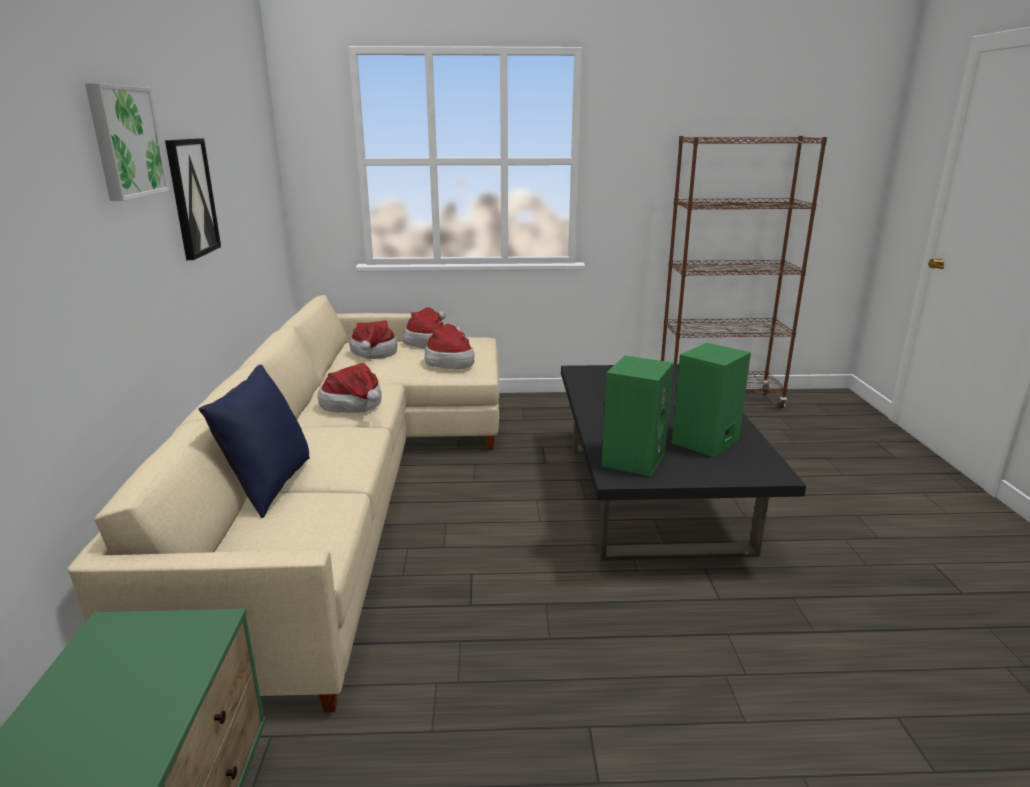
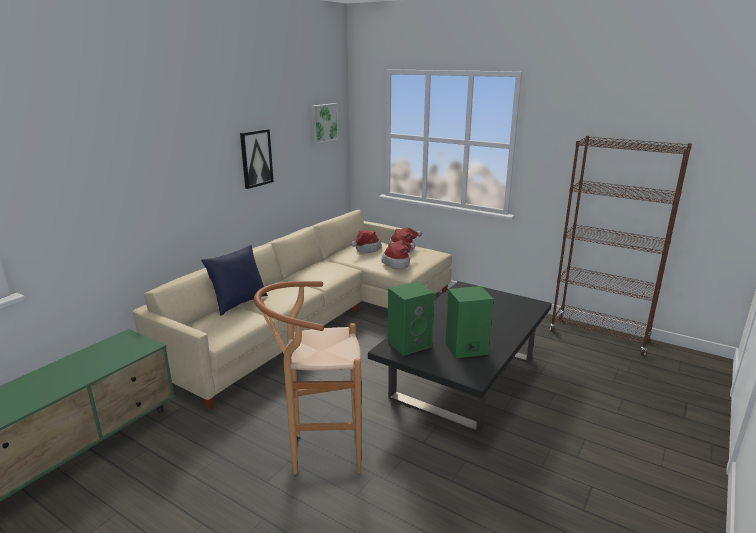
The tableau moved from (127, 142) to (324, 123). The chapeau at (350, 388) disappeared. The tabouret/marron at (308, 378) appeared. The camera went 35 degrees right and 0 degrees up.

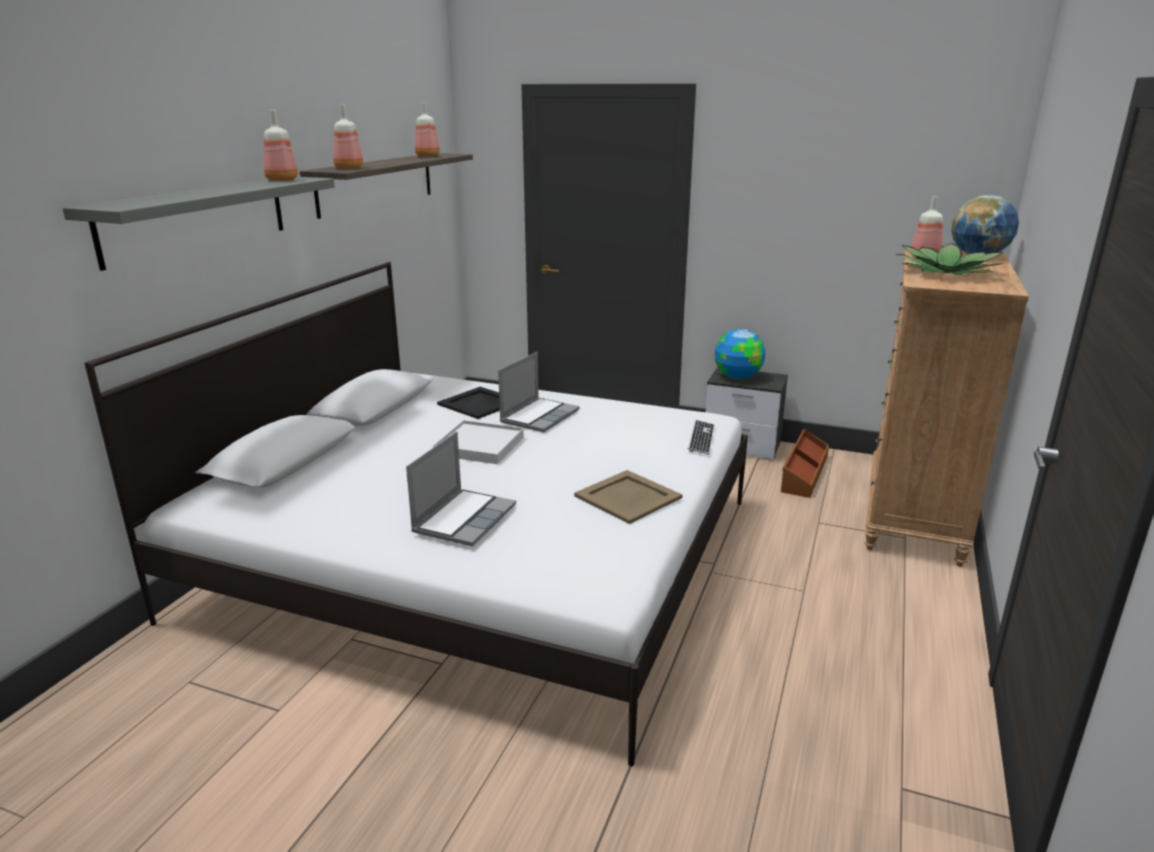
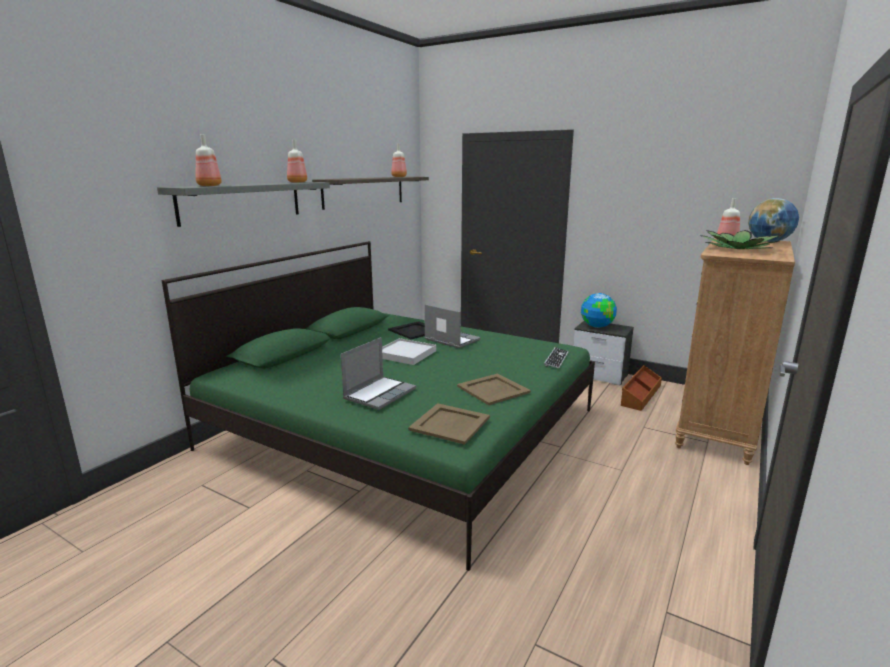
The lit/blanc at (416, 514) became the lit/vert at (378, 406). The bouteille moved from (348, 137) to (209, 160). The ordinateur portable at (538, 392) turned 90 degrees counterclockwise. The plateau/beige at (449, 424) appeared. The camera went 10 degrees right and 5 degrees down.

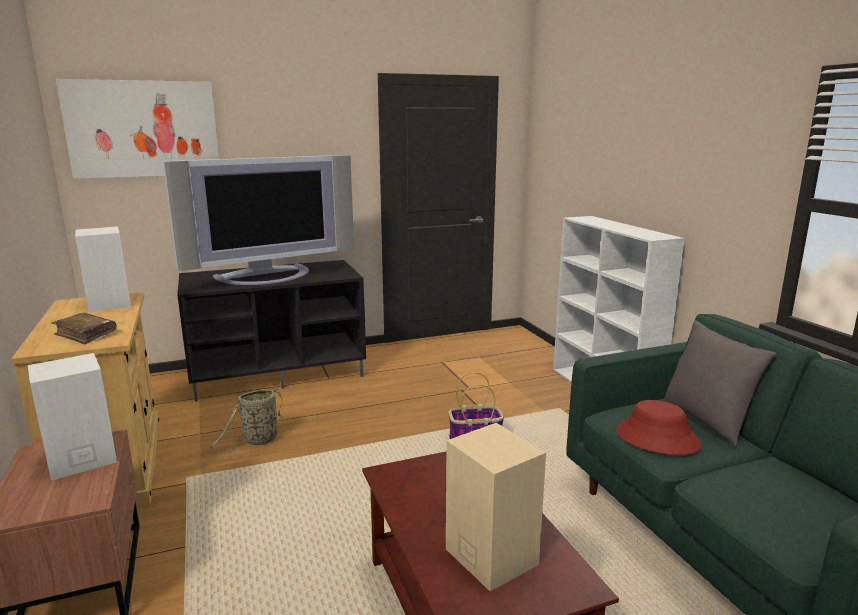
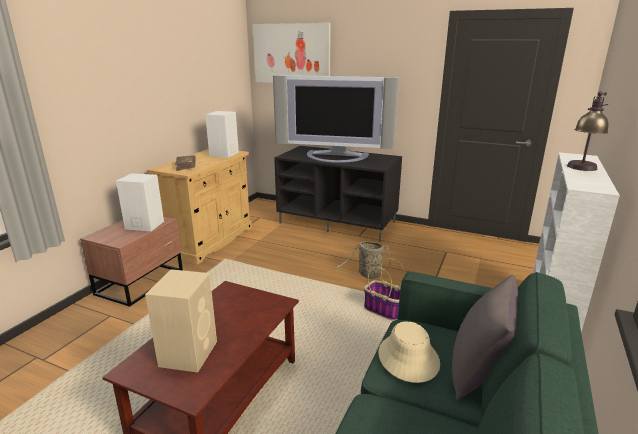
The panier moved from (251, 421) to (365, 260). The chapeau/rouge at (659, 427) became the chapeau/beige at (409, 352). The lampe de table at (587, 131) appeared. The camera went 45 degrees right and 5 degrees up.

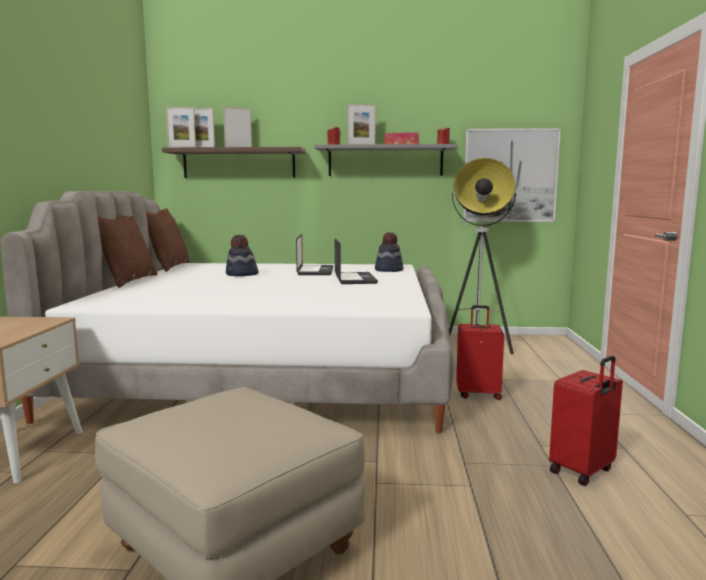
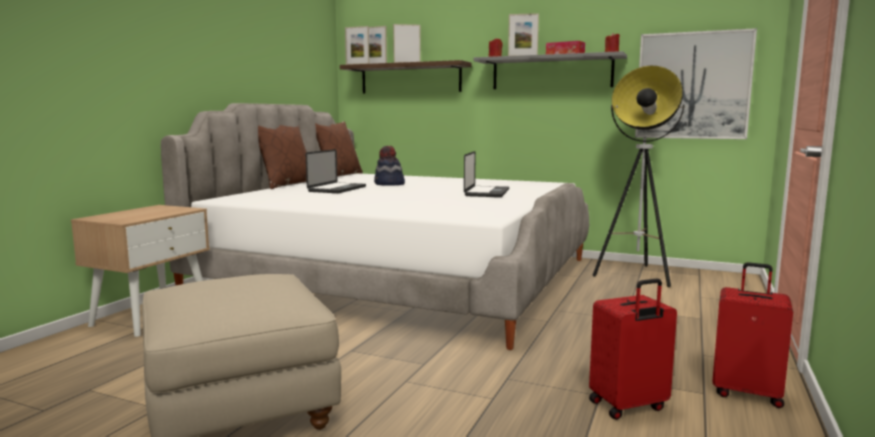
The ordinateur portable moved from (314, 254) to (336, 171). The chapeau at (389, 252) disappeared. The valise/rouge moved from (480, 352) to (752, 335). The camera went 20 degrees right and 0 degrees up.

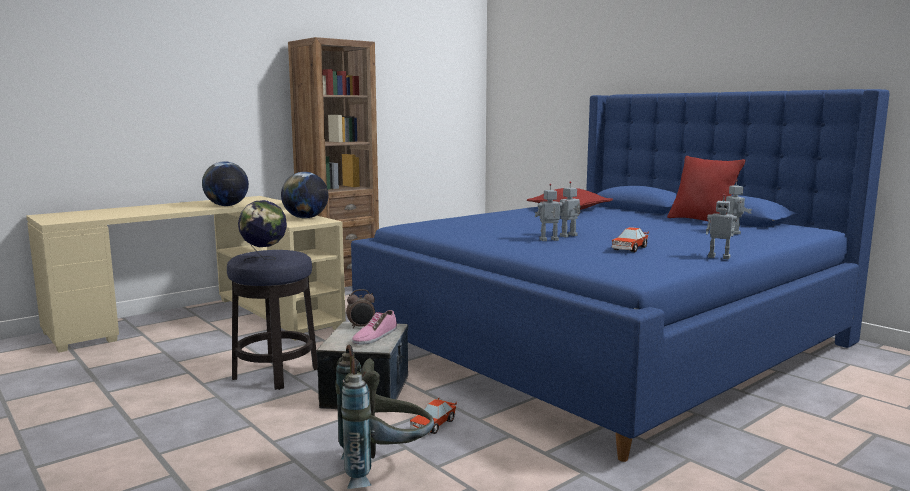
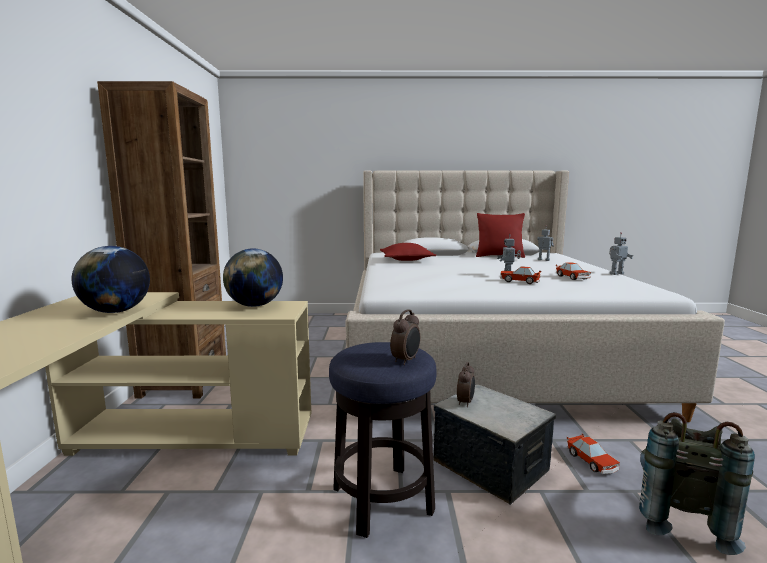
The globe at (262, 230) was replaced by the réveil at (405, 337). The lit/bleu at (620, 275) became the lit/beige at (535, 296). The chaussure at (374, 327) disappeared. The robot jouet at (548, 212) was replaced by the petite voiture at (520, 275). The camera went 50 degrees left and 0 degrees up.

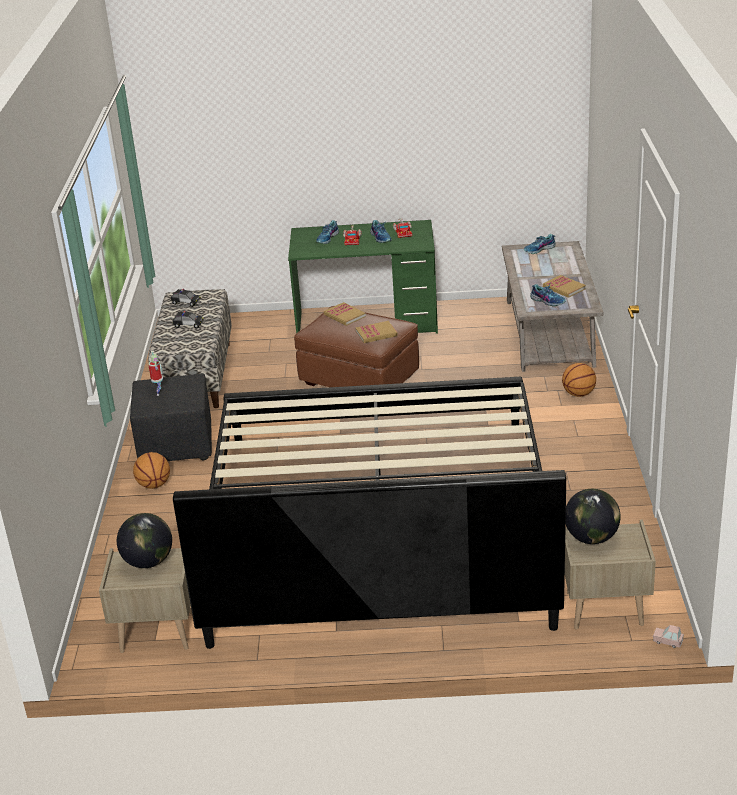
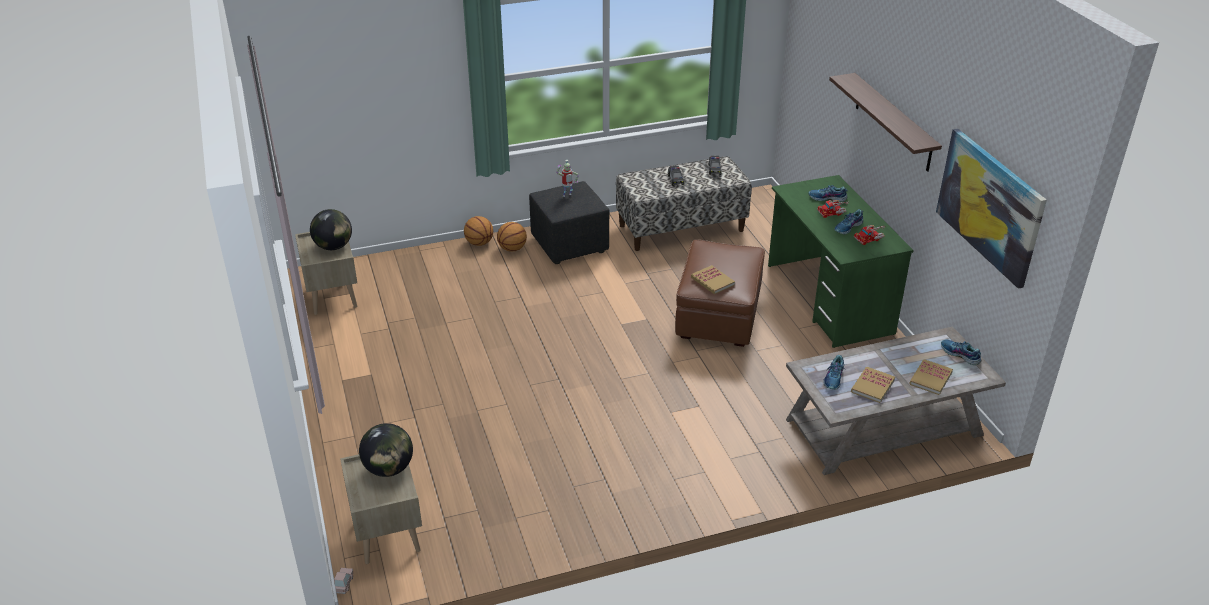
The lit at (369, 513) disappeared. The livre moved from (345, 314) to (931, 377). The ballon de basket moved from (579, 380) to (478, 231). The étagère at (885, 122) appeared. The tableau at (991, 208) appeared. The camera went 70 degrees right and 5 degrees up.

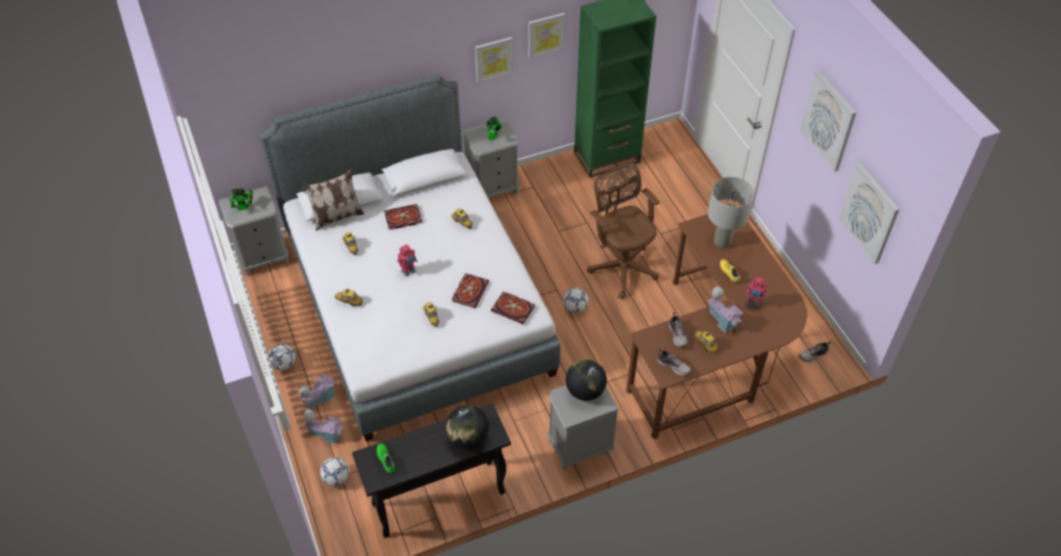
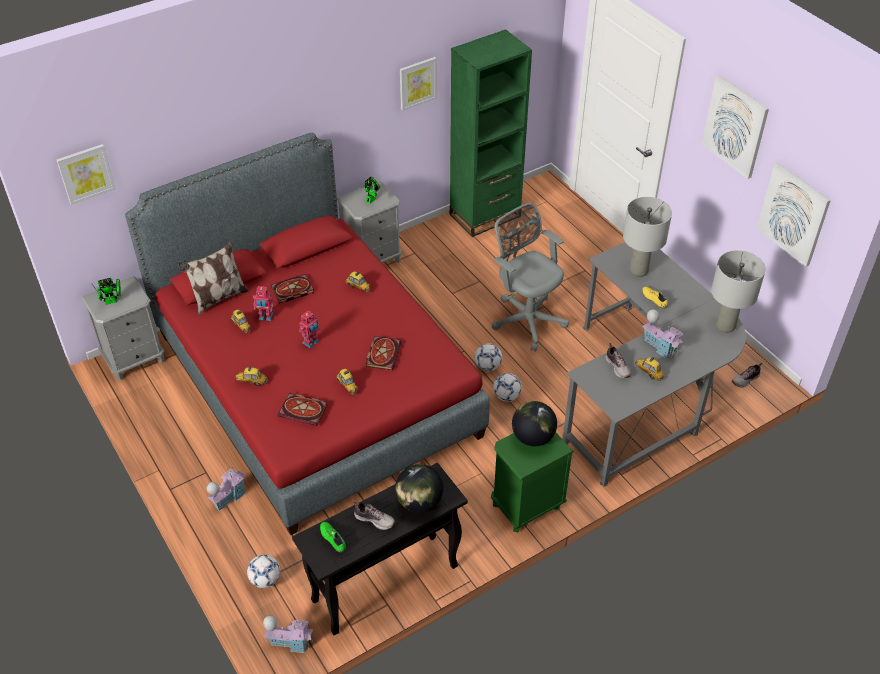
The lit/gris at (410, 258) became the lit/rouge at (307, 334). The ballon de foot moved from (282, 357) to (507, 387). The maison miniature moved from (324, 427) to (288, 634). The tableau moved from (494, 60) to (86, 174). The livre moved from (513, 307) to (303, 409). The table de chevet/gris at (583, 427) became the table de chevet/vert at (532, 483). The chaise de bureau/marron at (623, 231) became the chaise de bureau/gris at (530, 277). The bureau/marron at (716, 322) became the bureau/gris at (654, 364). The chaussure moved from (674, 362) to (374, 515). The robot jouet moved from (756, 292) to (263, 303). The lampe de table/gris at (738, 291) appeared. The camera went 10 degrees left and 5 degrees down.

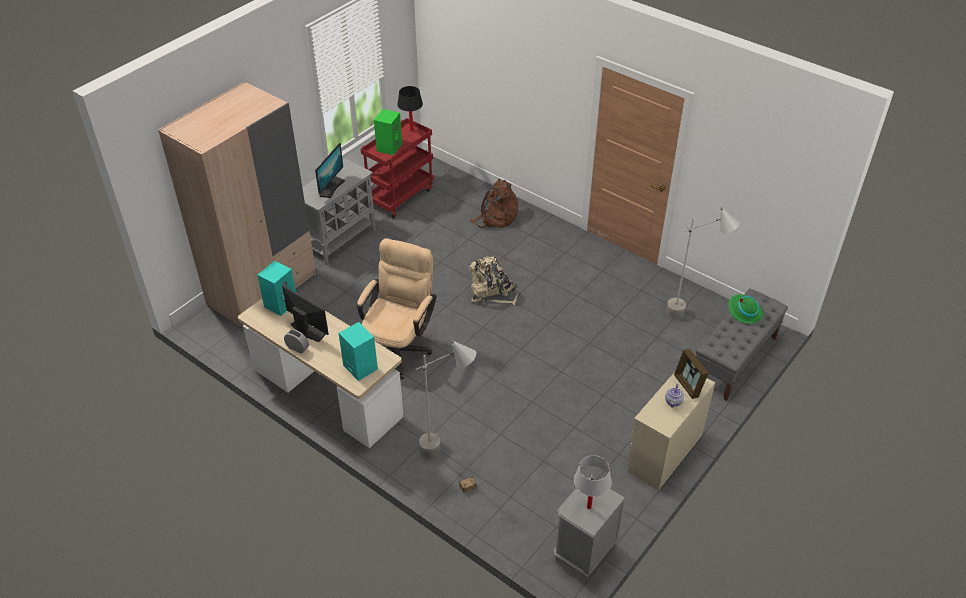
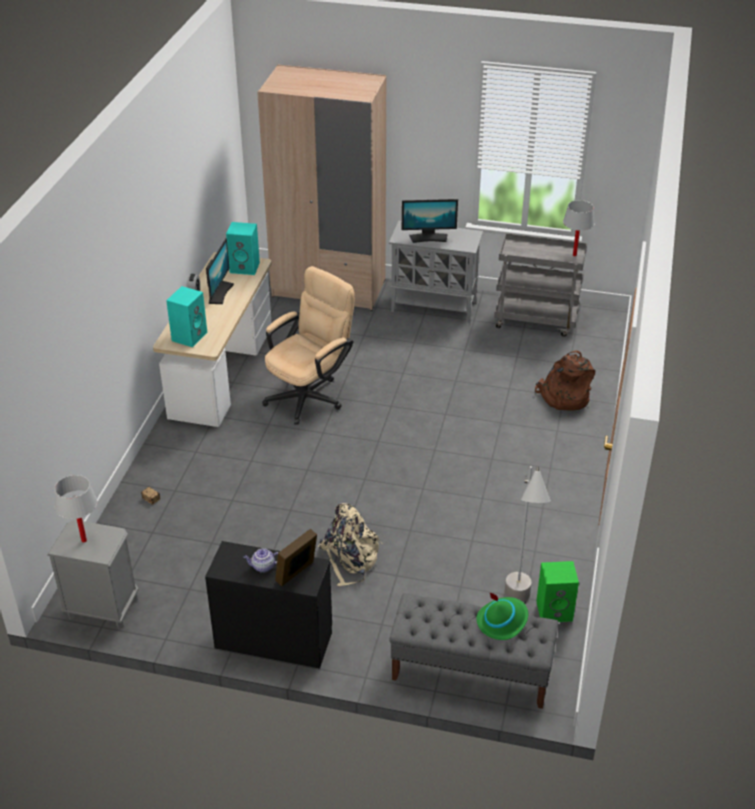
The chaise de bureau/beige at (397, 309) turned 45 degrees counterclockwise. The chariot/rouge at (397, 168) became the chariot/gris at (540, 285). The enceinte/vert moved from (388, 132) to (557, 591). The lampe de table/noir at (410, 108) became the lampe de table/blanc at (578, 228). The lampadaire/gris at (446, 399) disappeared. The sac à dos/beige moved from (493, 281) to (350, 544). The commode/beige at (670, 431) became the commode/noir at (268, 605). The camera went 65 degrees right and 5 degrees down.

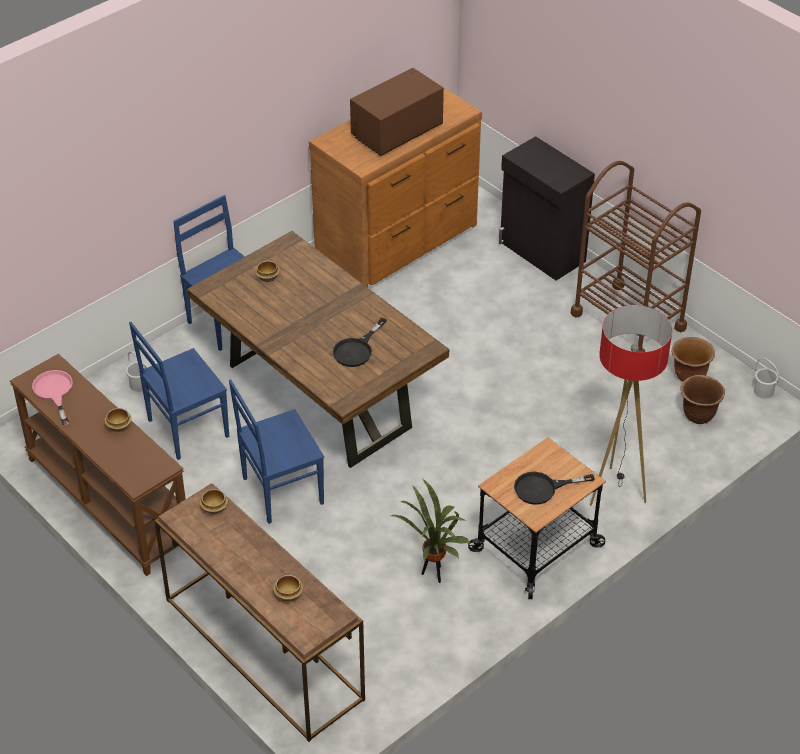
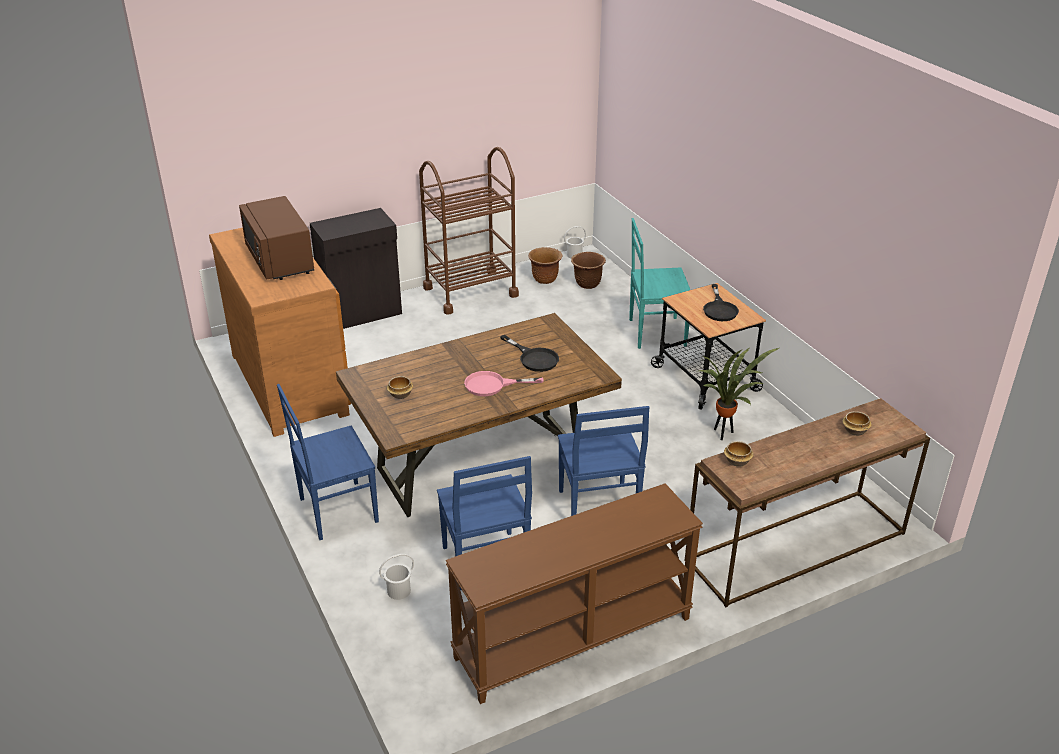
The poêle/rose moved from (52, 398) to (504, 383). The bol at (118, 420) disappeared. The lampadaire at (631, 405) was replaced by the chaise/turquoise at (659, 283). The camera went 75 degrees left and 10 degrees down.

